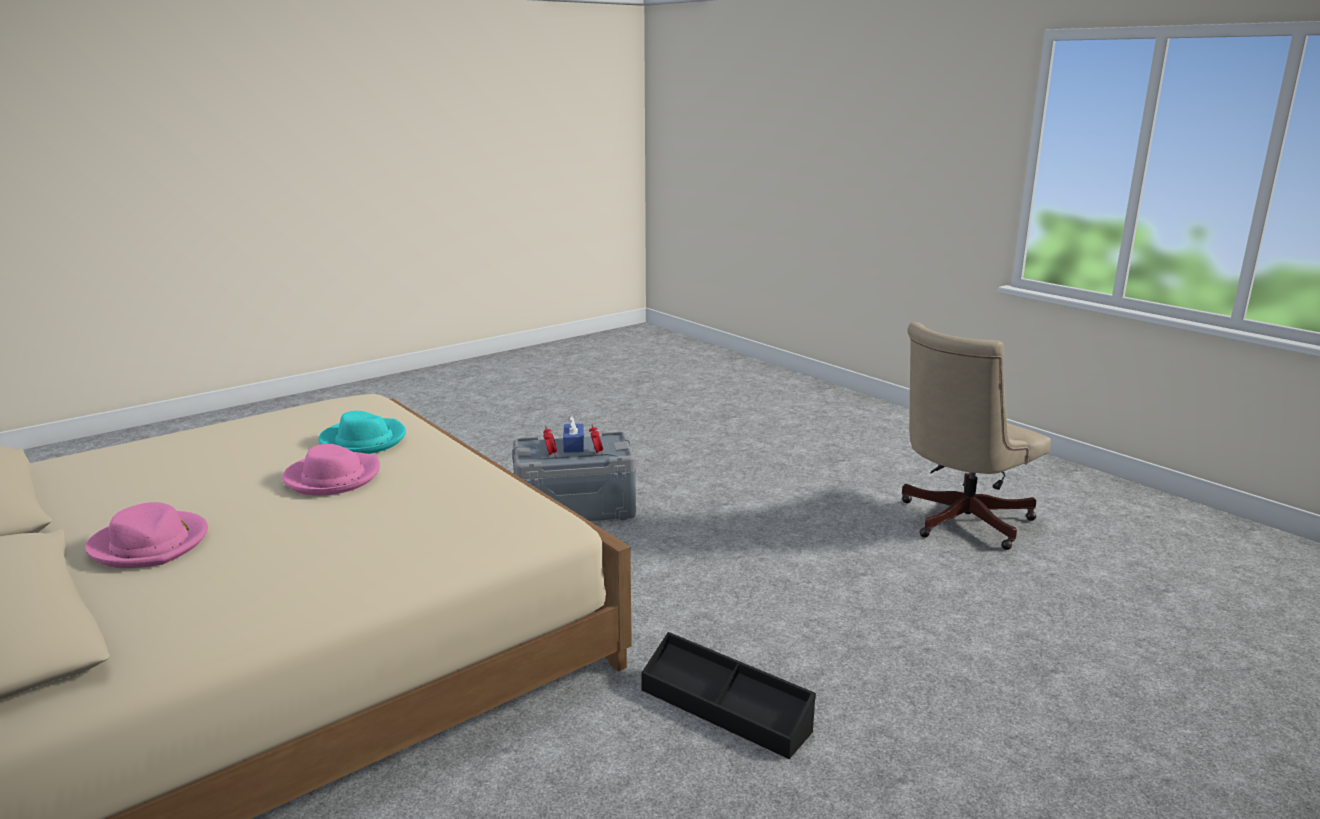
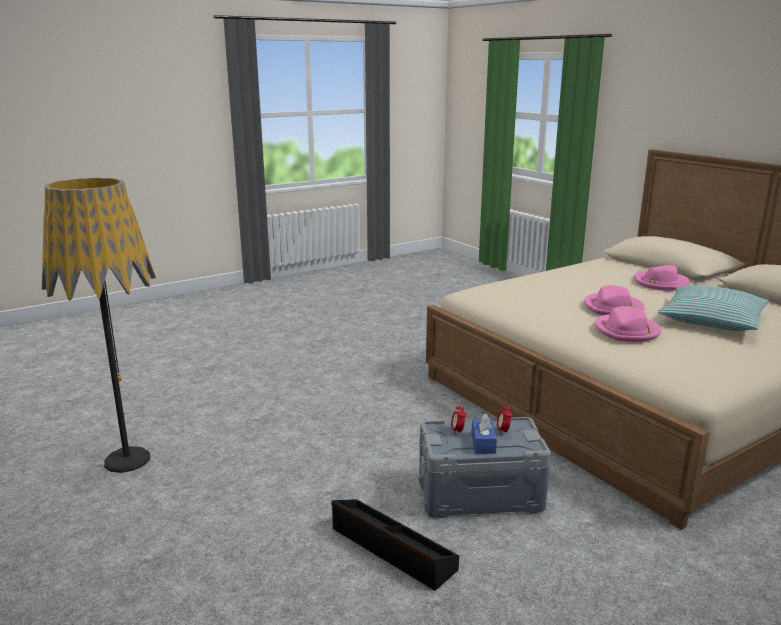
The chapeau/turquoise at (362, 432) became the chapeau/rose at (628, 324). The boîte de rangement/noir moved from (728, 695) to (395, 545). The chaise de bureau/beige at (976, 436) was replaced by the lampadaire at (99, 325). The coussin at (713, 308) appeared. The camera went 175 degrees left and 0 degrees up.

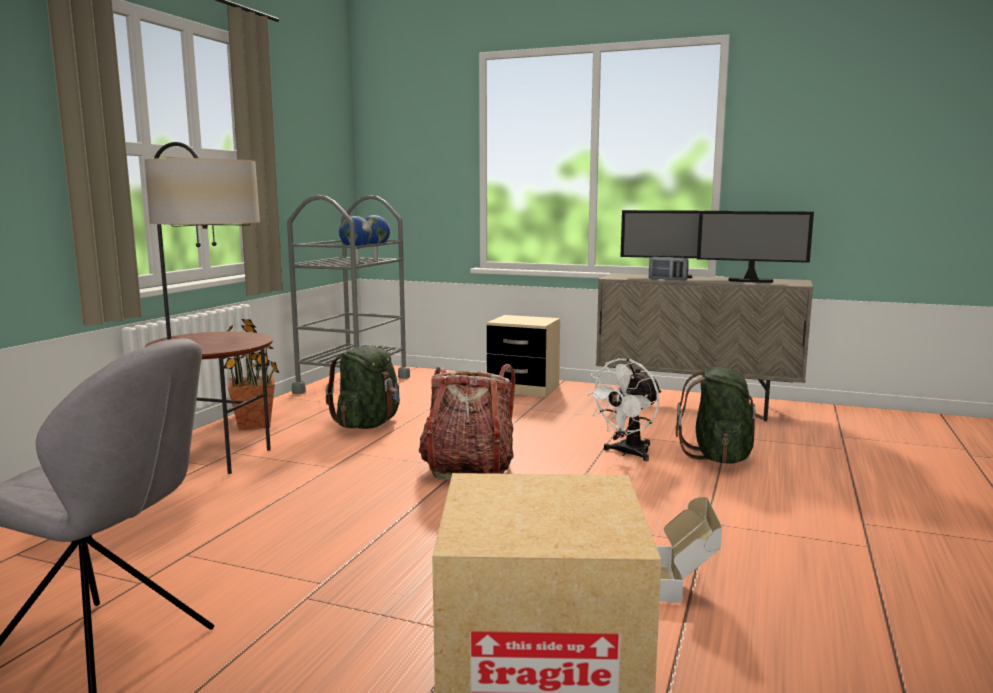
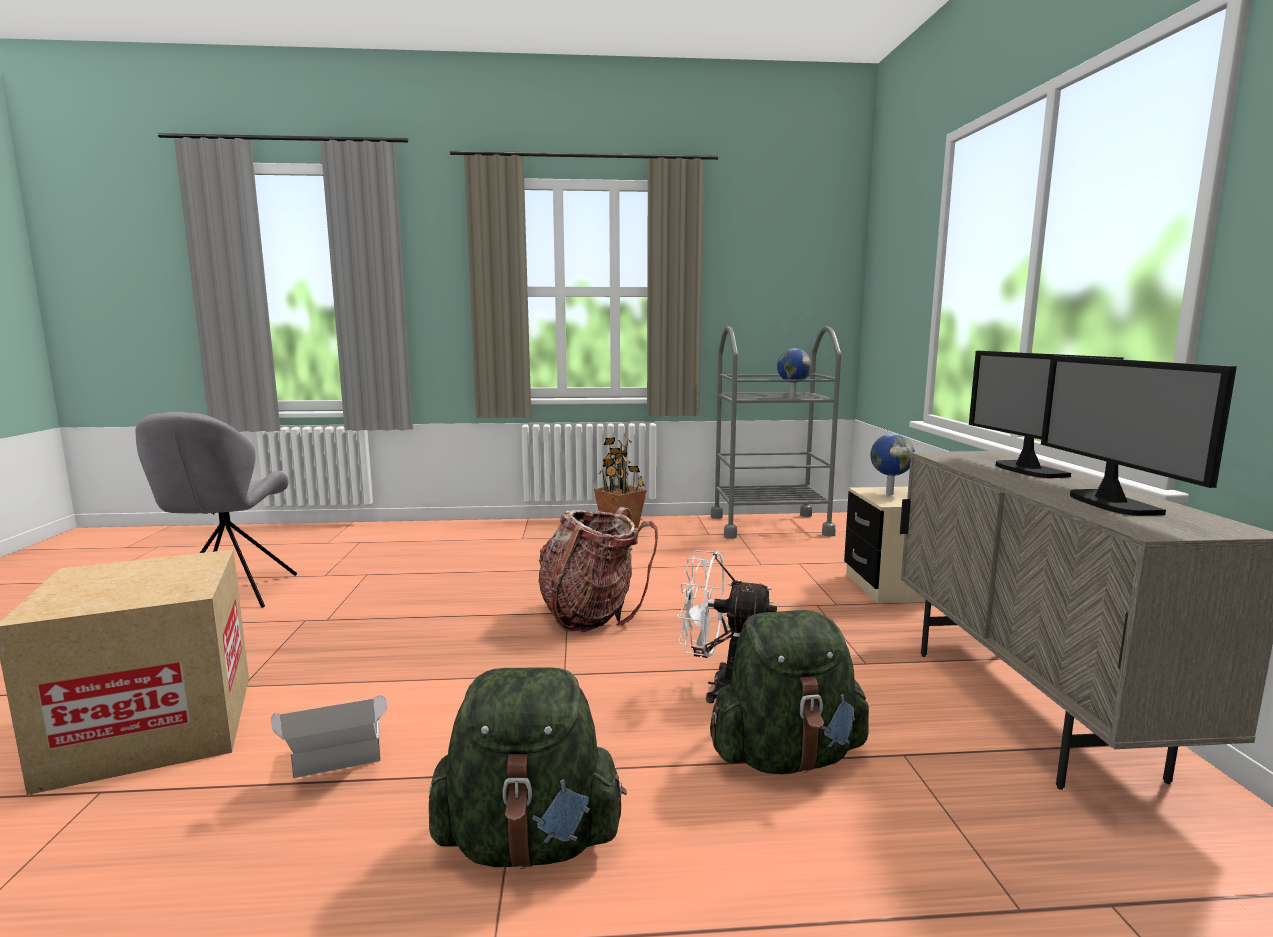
The lampadaire at (209, 308) disappeared. The sac à dos/vert moved from (362, 387) to (528, 768). The globe moved from (355, 240) to (892, 464). The radio at (669, 267) disappeared. The camera went 65 degrees right and 0 degrees up.

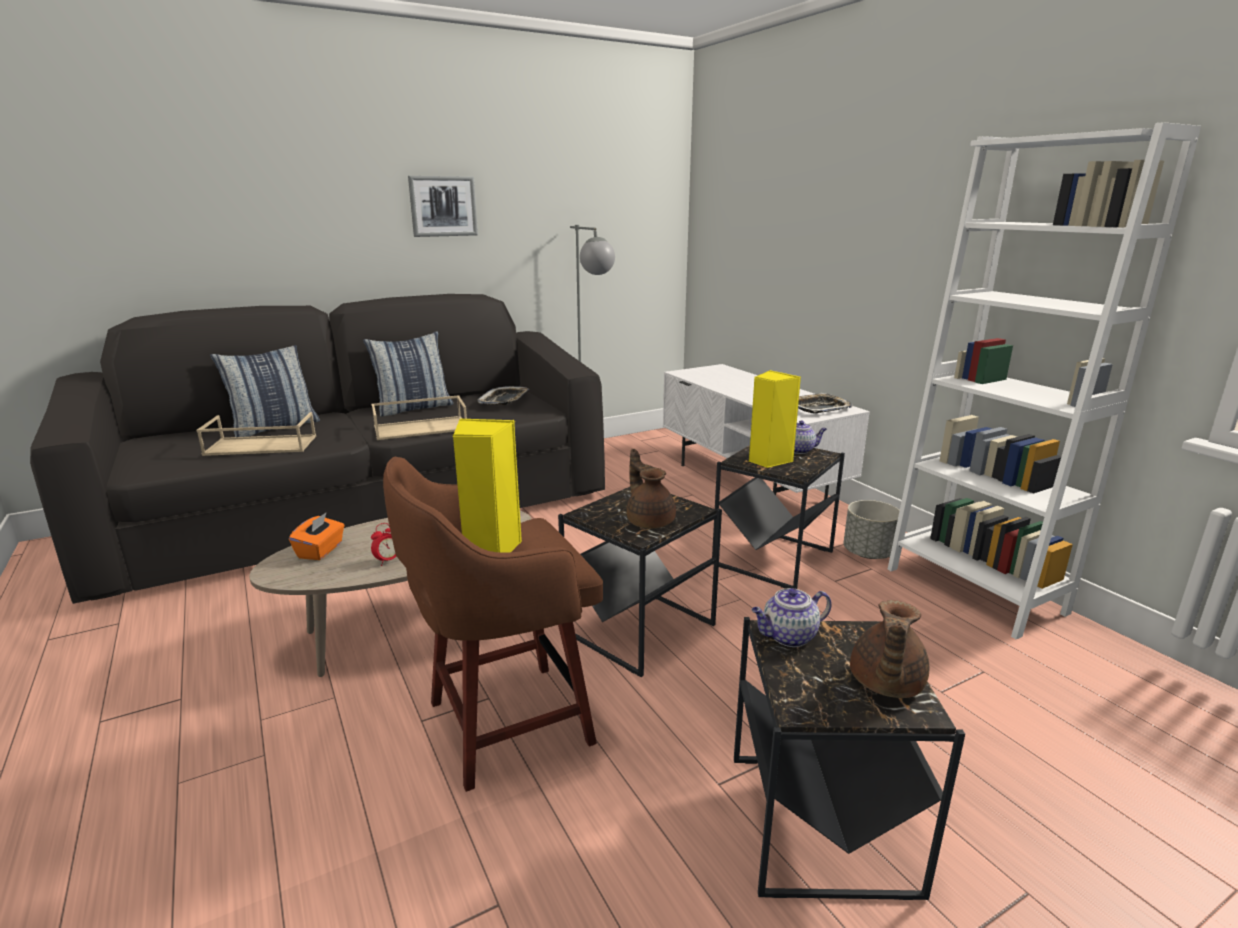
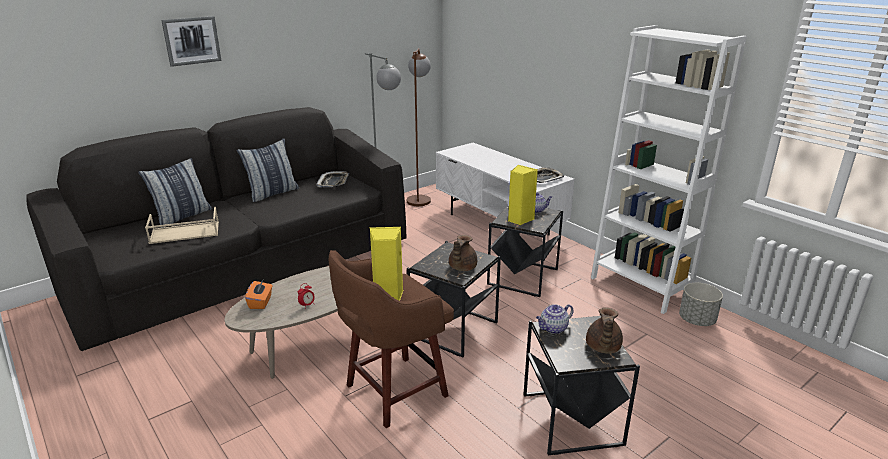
The plateau/beige at (419, 417) disappeared. The tableau moved from (443, 206) to (191, 41). The théière/marron at (651, 488) turned 120 degrees counterclockwise. The cache-pot/gris moved from (871, 529) to (701, 304). The lampadaire/marron at (419, 127) appeared. The camera went 10 degrees left and 5 degrees up.

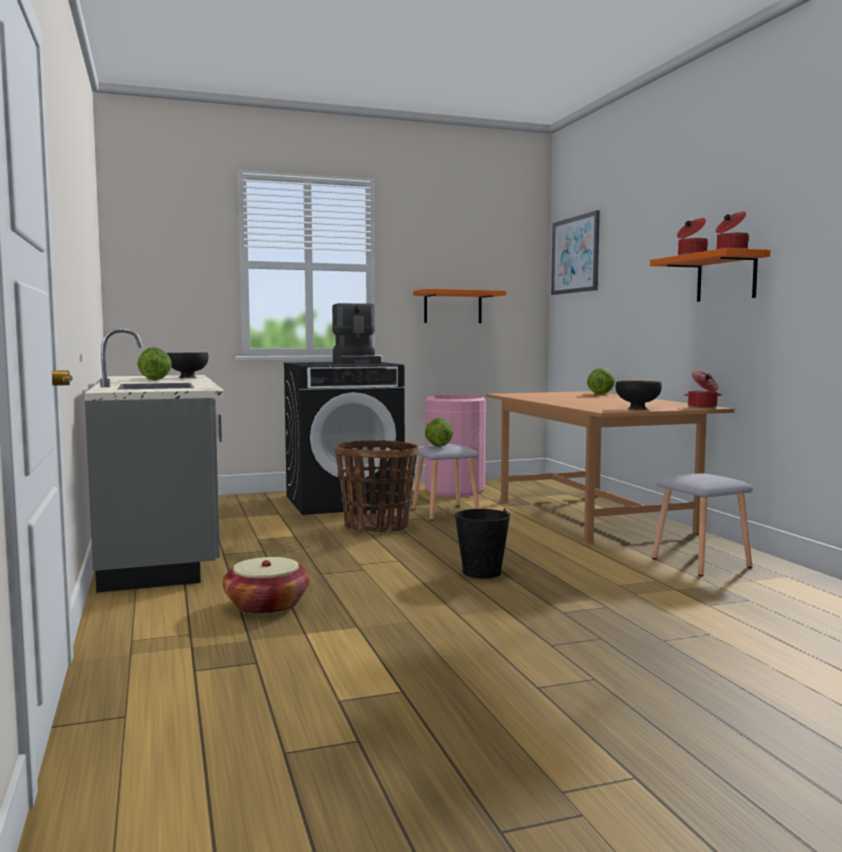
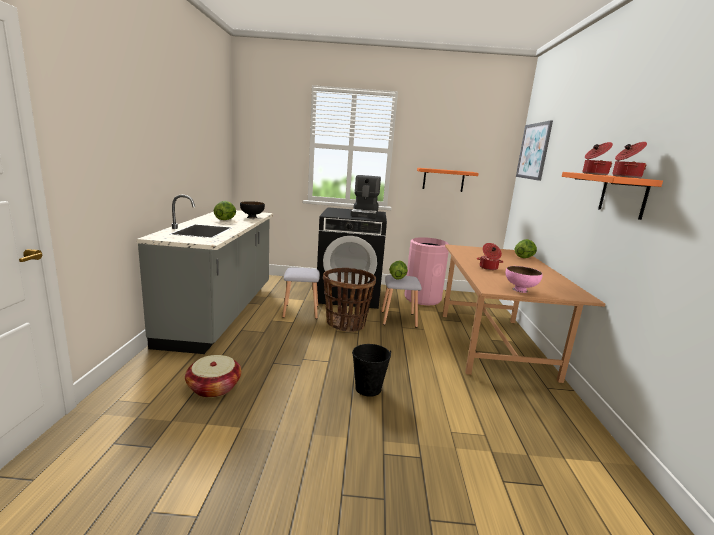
The bol/noir at (639, 395) became the bol/rose at (524, 279). The tabouret/gris moved from (702, 524) to (301, 293). The marmite moved from (703, 389) to (490, 256). The camera went 20 degrees right and 10 degrees up.

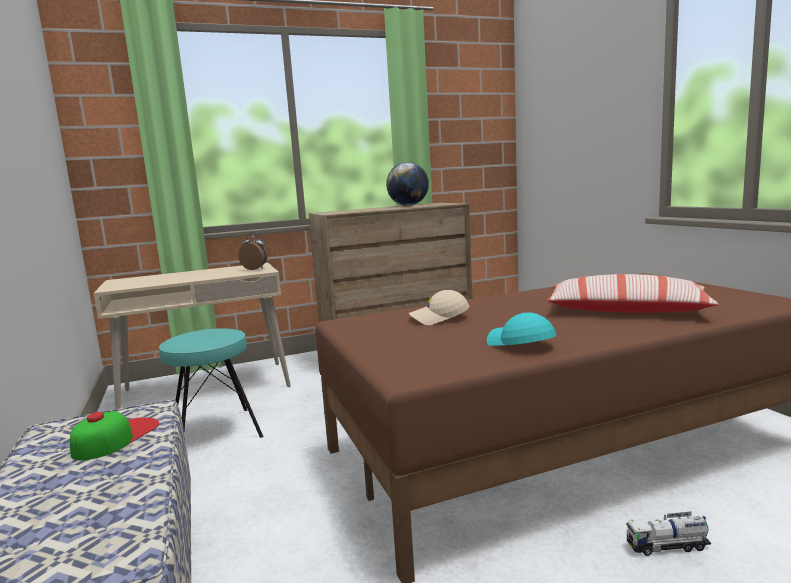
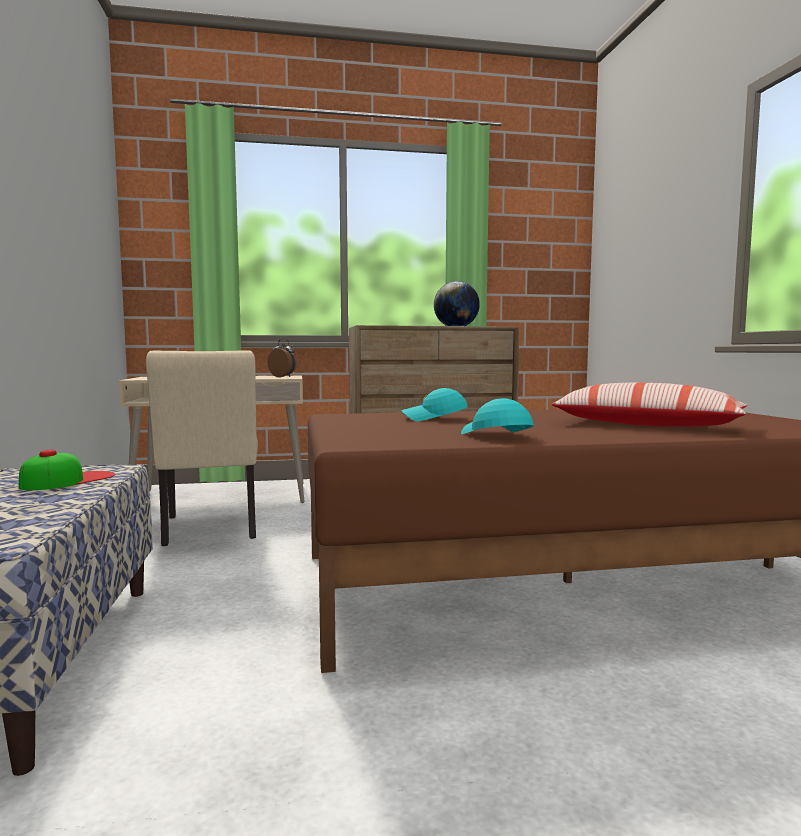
The tabouret/turquoise at (211, 383) was replaced by the chaise/beige at (202, 448). The casquette/beige at (439, 307) became the casquette/turquoise at (434, 404). The camion jouet at (668, 533) disappeared. The camera went 10 degrees right and 5 degrees down.

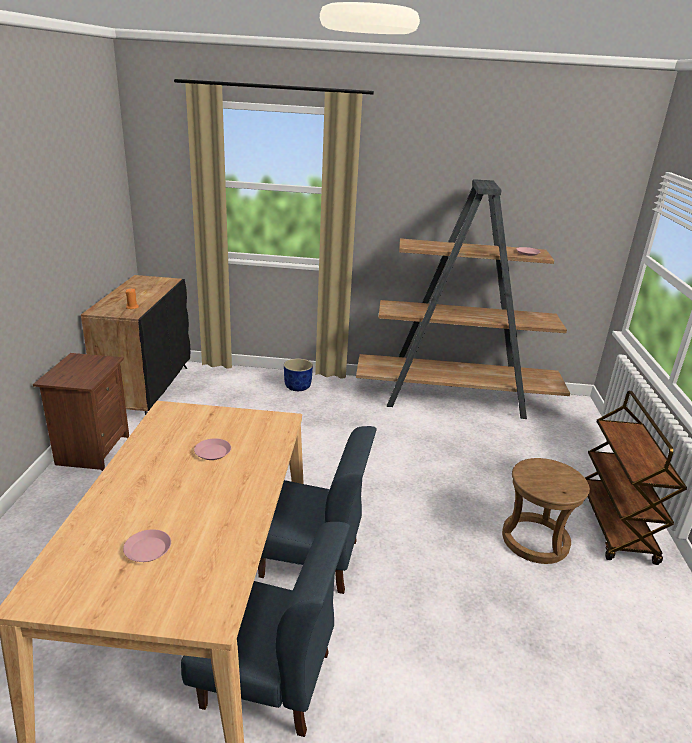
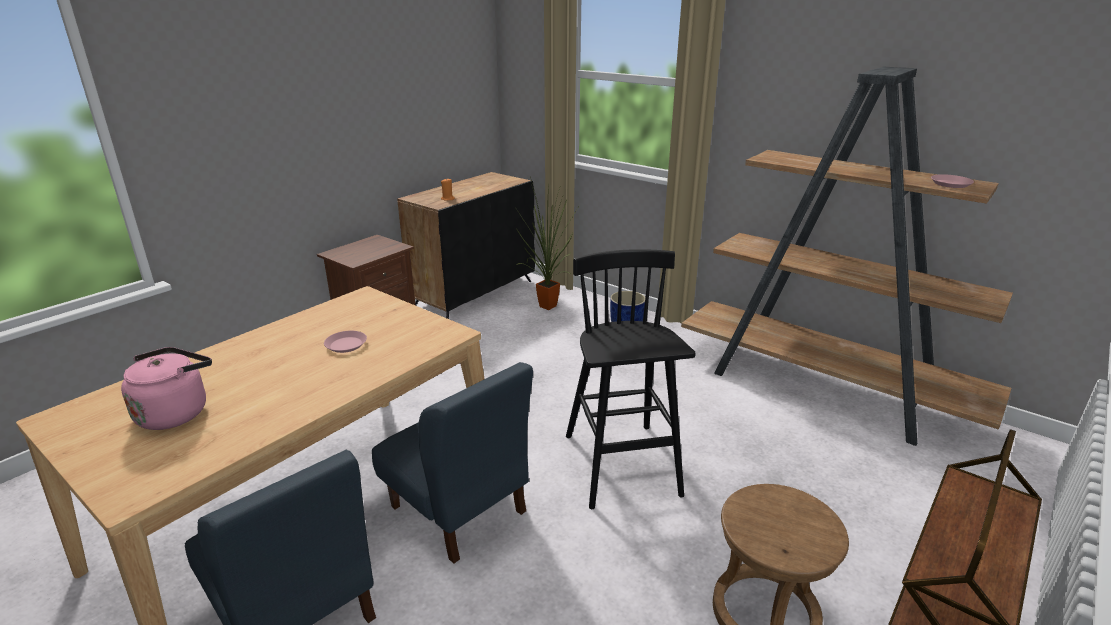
The assiette/rose at (147, 545) was replaced by the bouilloire/rose at (166, 388). The plante en pot at (547, 243) appeared. The tabouret/noir at (630, 379) appeared. The camera went 35 degrees right and 0 degrees up.

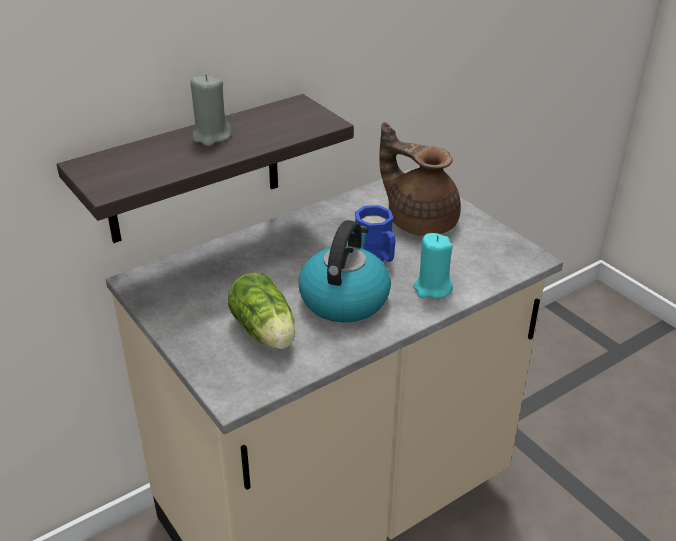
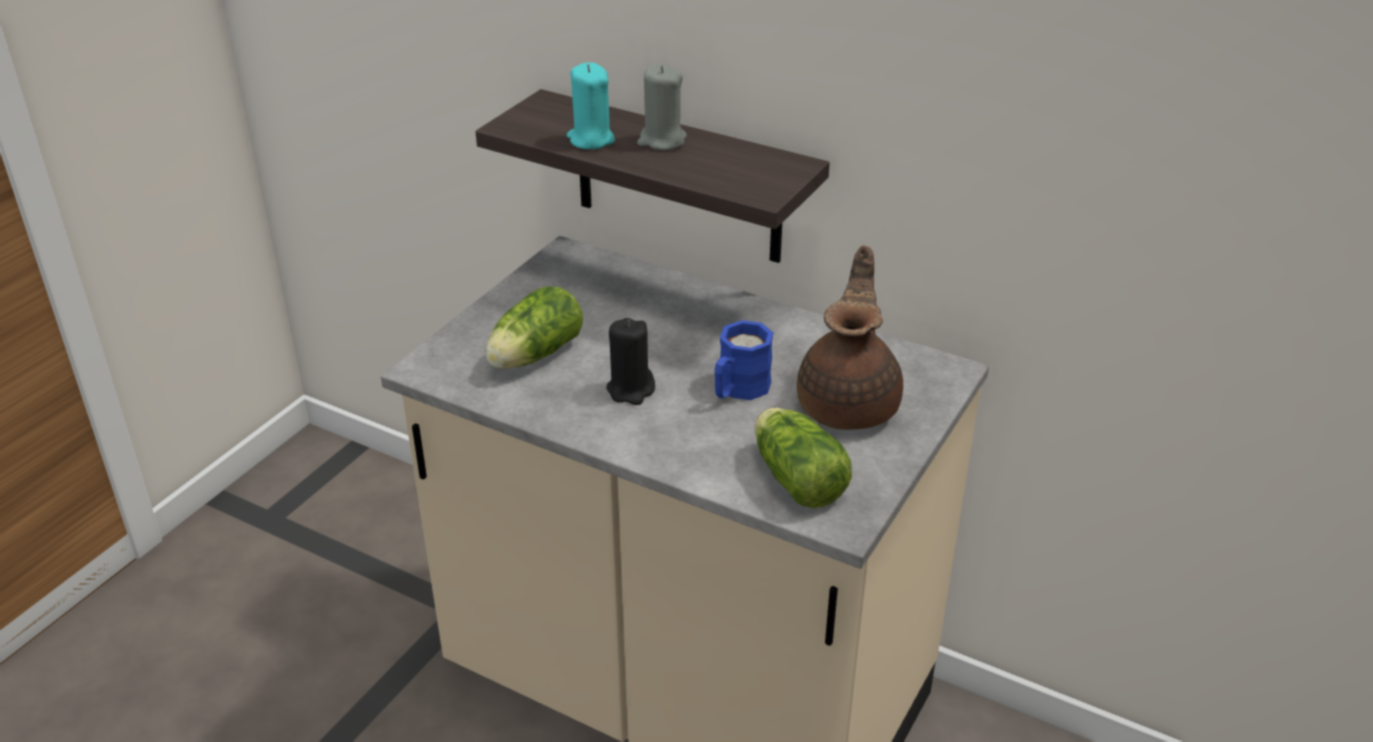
The bouilloire at (344, 271) was replaced by the bougie/noir at (630, 361). The bougie/turquoise moved from (433, 266) to (591, 105). The laitue at (803, 458) appeared. The camera went 65 degrees right and 0 degrees up.

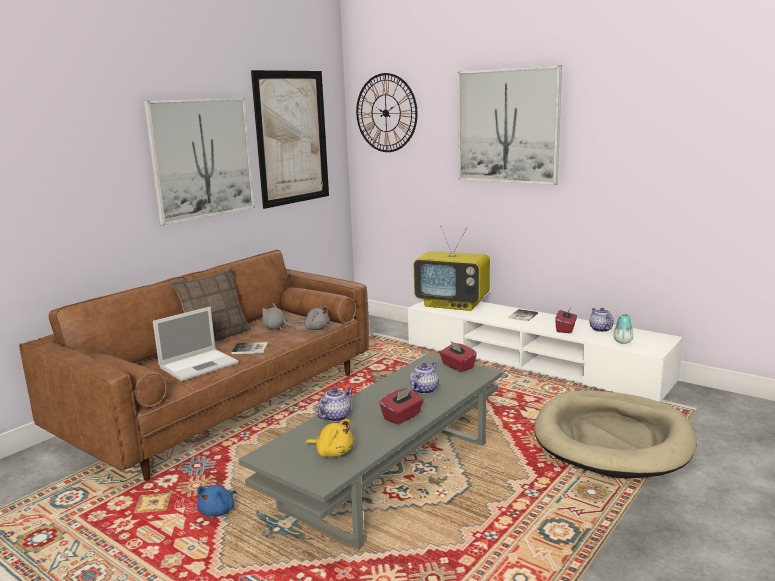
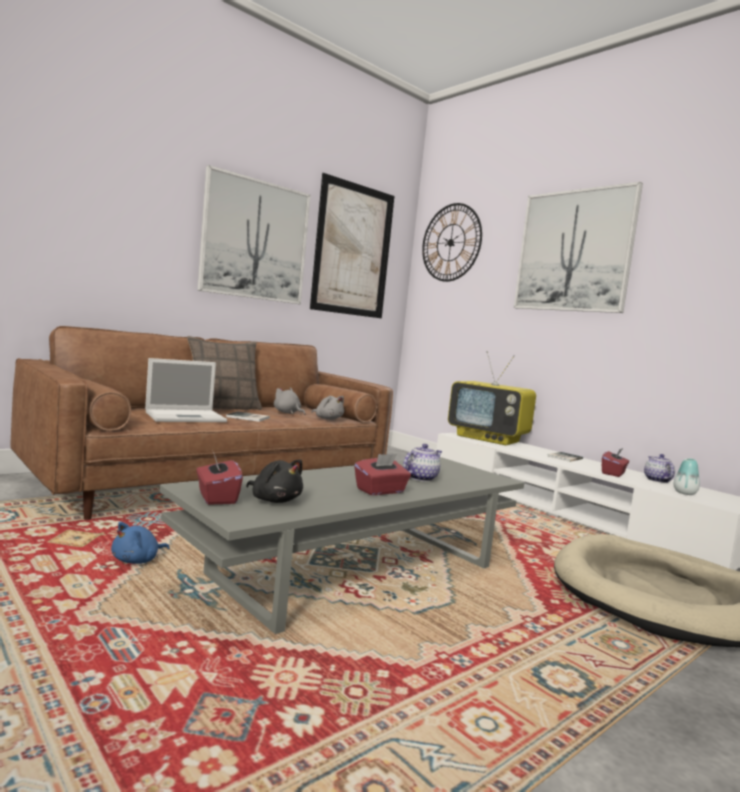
The peluche/jaune at (329, 438) became the peluche/noir at (274, 481). The théière at (334, 404) disappeared. The boîte à mouchoirs/rouge moved from (458, 356) to (220, 478). The camera went 10 degrees right and 10 degrees down.

